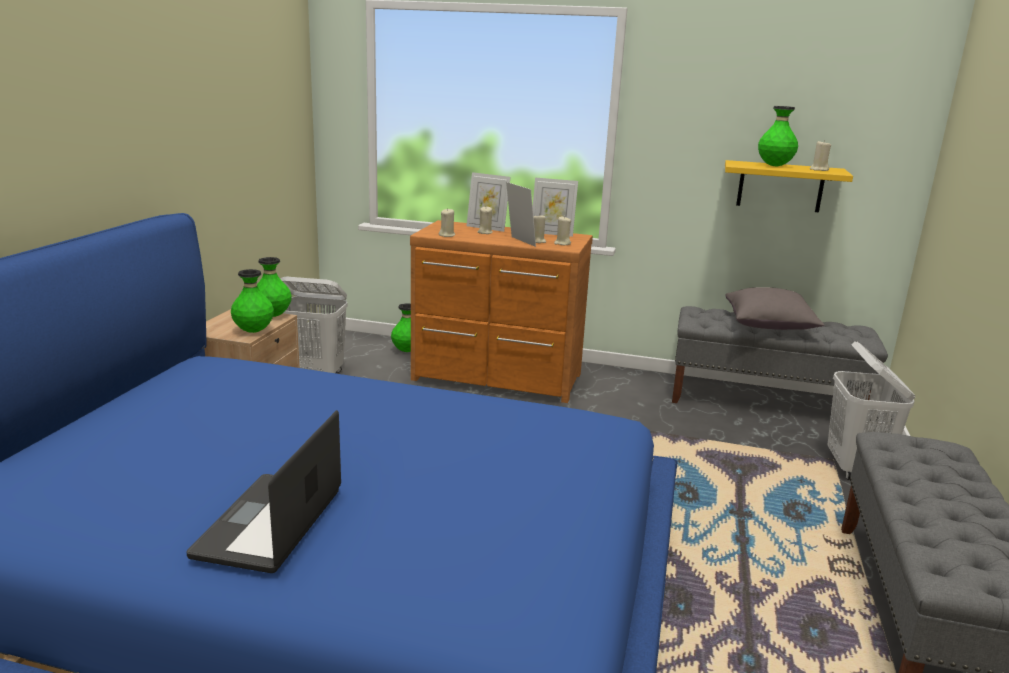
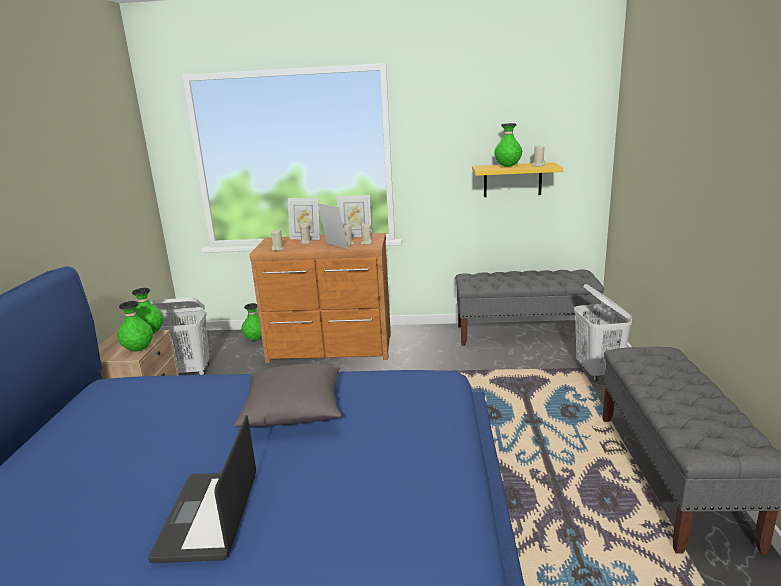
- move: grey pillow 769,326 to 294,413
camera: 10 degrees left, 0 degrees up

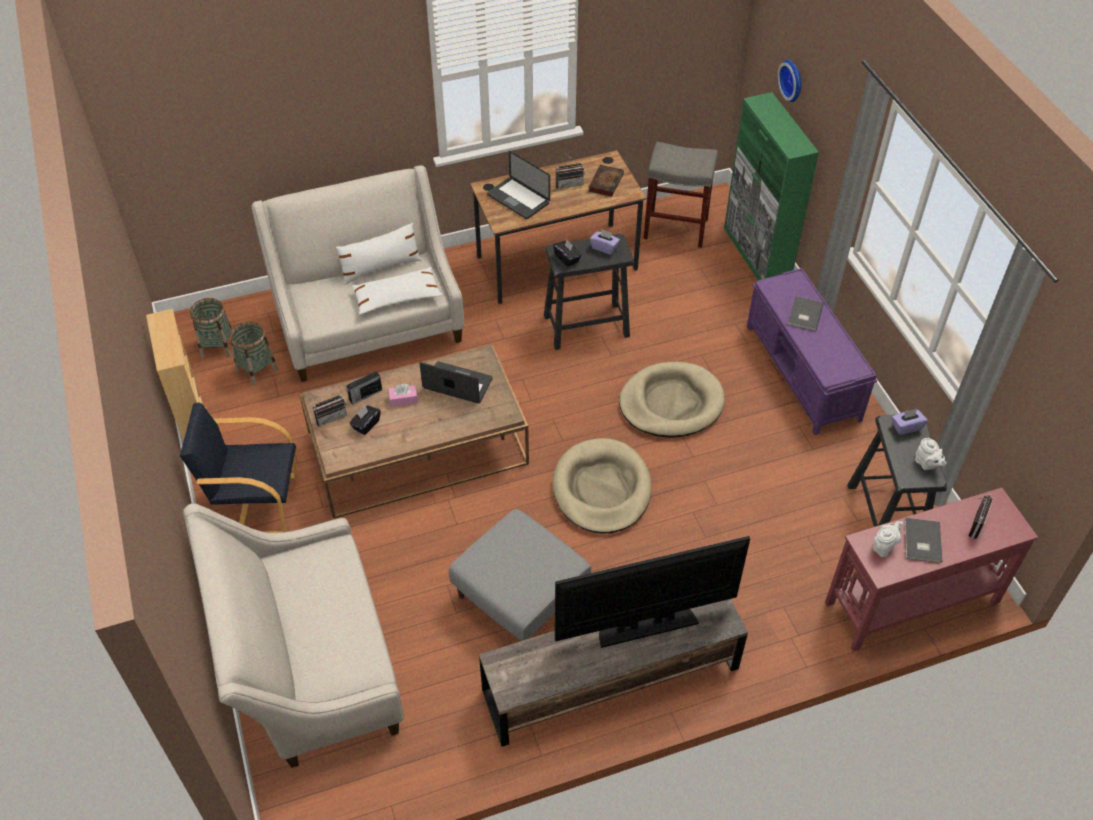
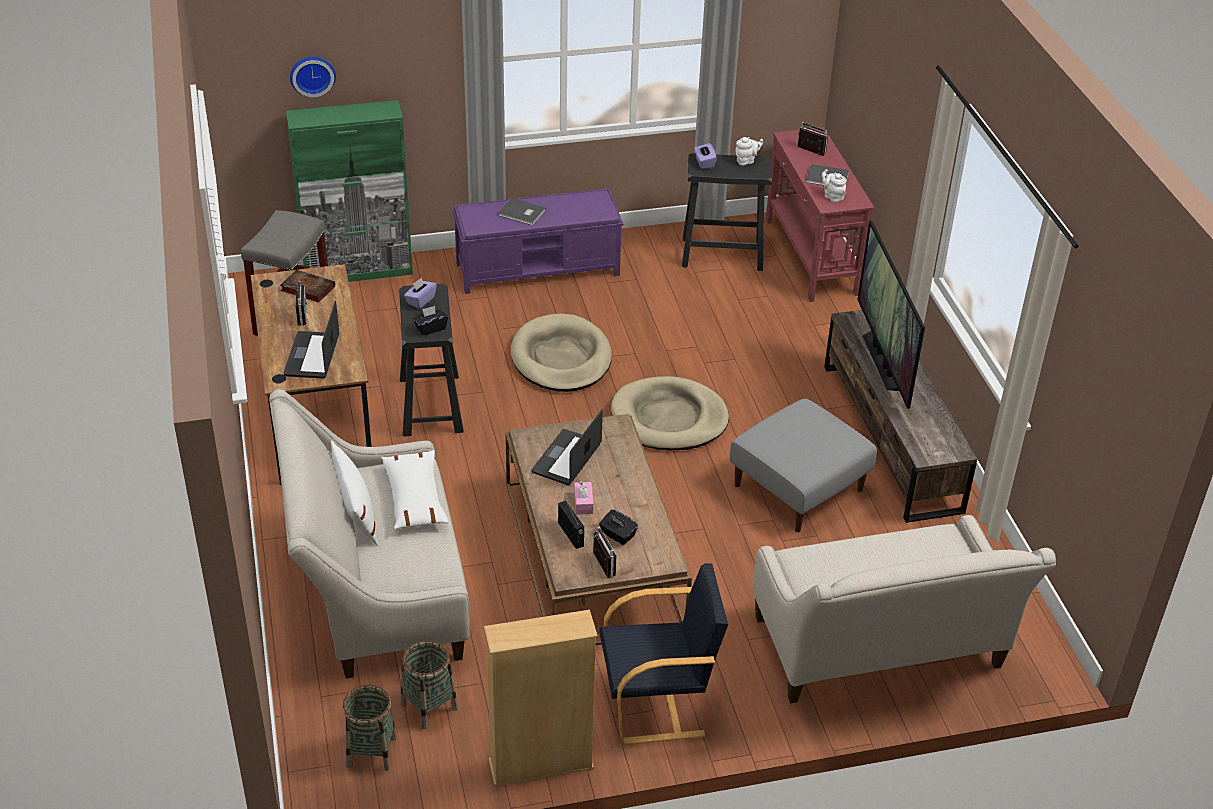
- rotate: black armchair 256,504 = 657,702 105 degrees counterclockwise
- rotate: laptop 518,199 = 312,356 135 degrees clockwise
camera: 85 degrees left, 10 degrees down

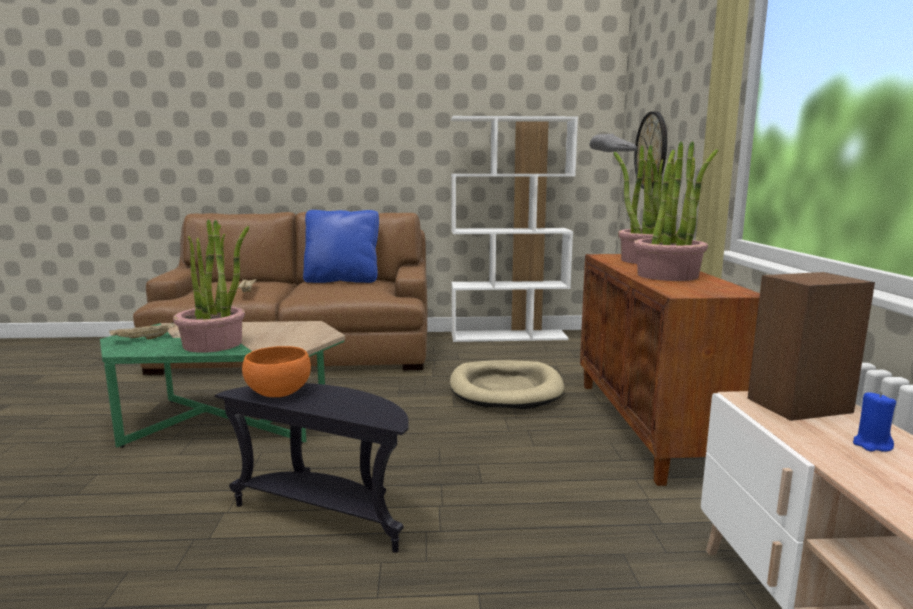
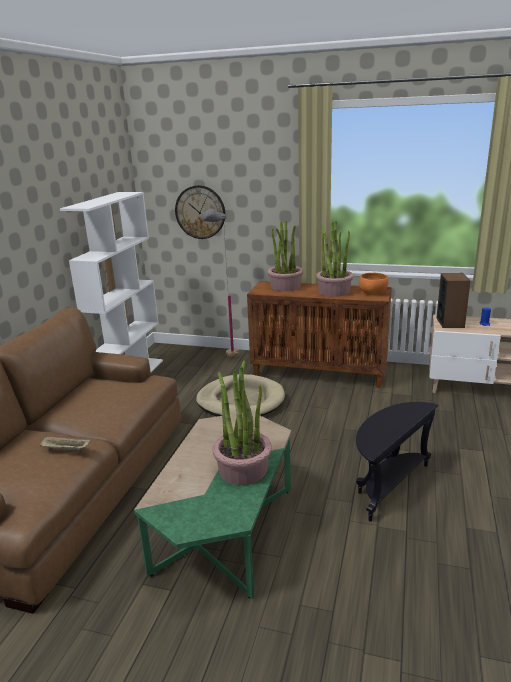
- delete: beige tray 143,339
- move: orange bowl 278,392 to 372,293
- delete: blue pillow 342,280
camera: 70 degrees left, 10 degrees up

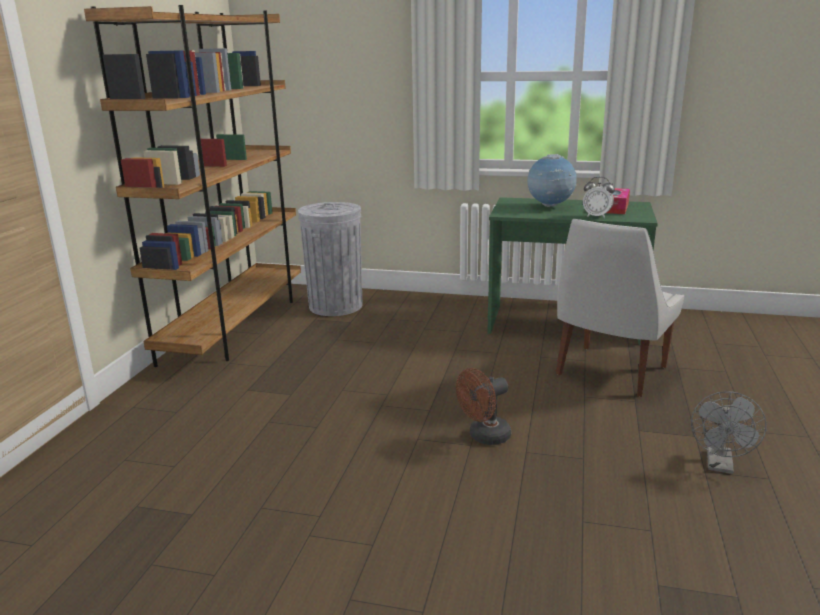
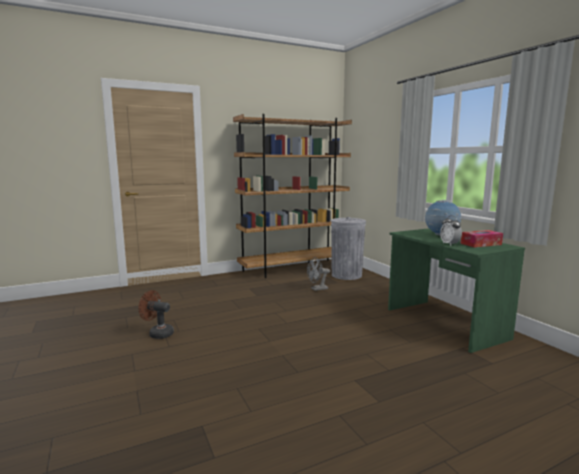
- move: brown fan 484,437 to 158,333
- delete: white chair 609,372
- move: grey fan 720,465 to 317,289
camera: 50 degrees right, 10 degrees down

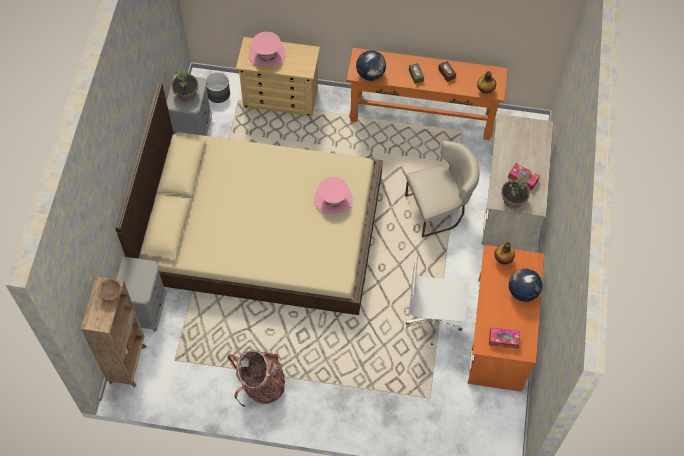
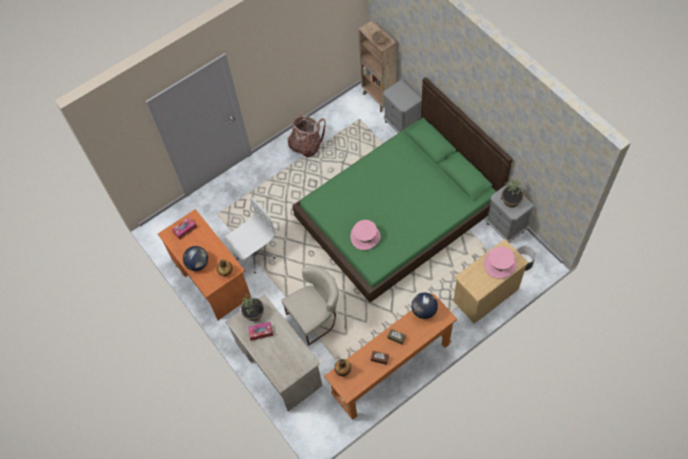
- recolor: beige bed 260,229 to green bed 398,212
- rotate: beige chair 439,209 = 315,317 150 degrees counterclockwise
camera: 140 degrees right, 0 degrees up

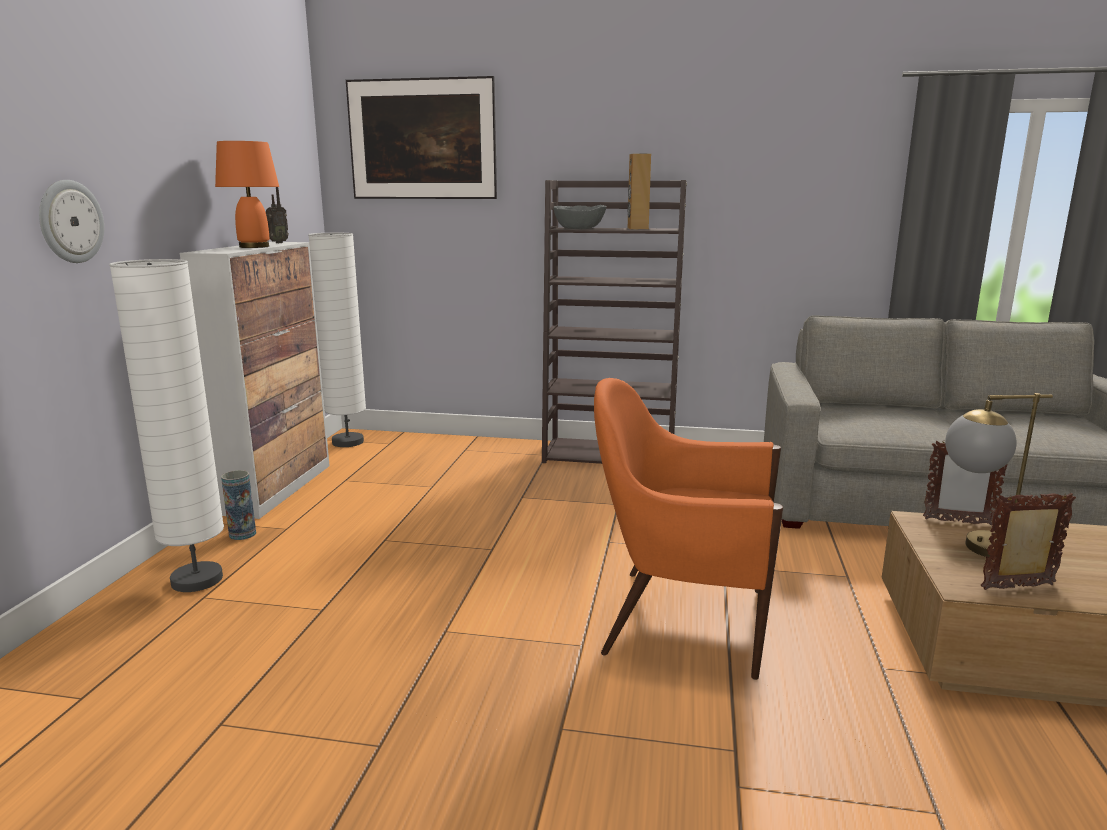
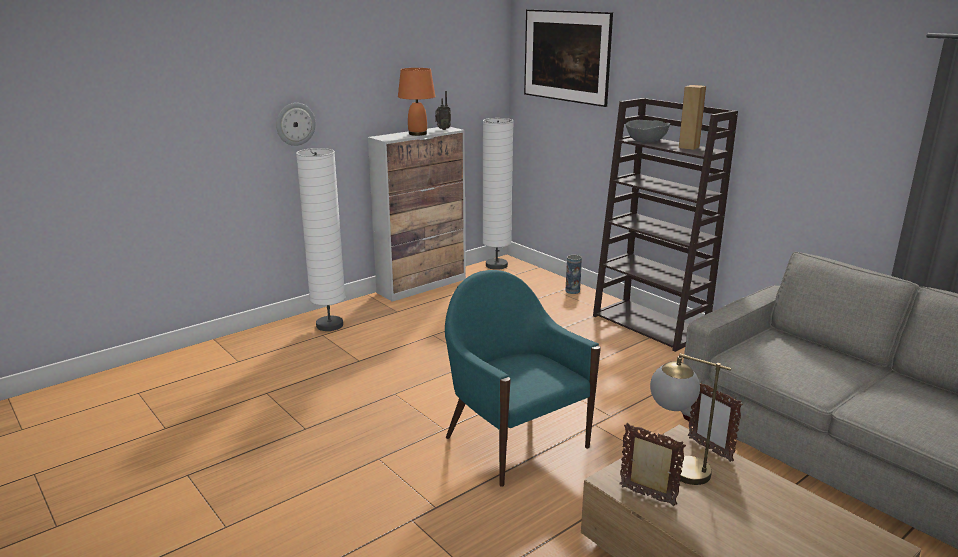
- move: vase 242,534 to 572,291
- recolor: orange armchair 681,620 to turquoise armchair 515,441
camera: 40 degrees right, 5 degrees up

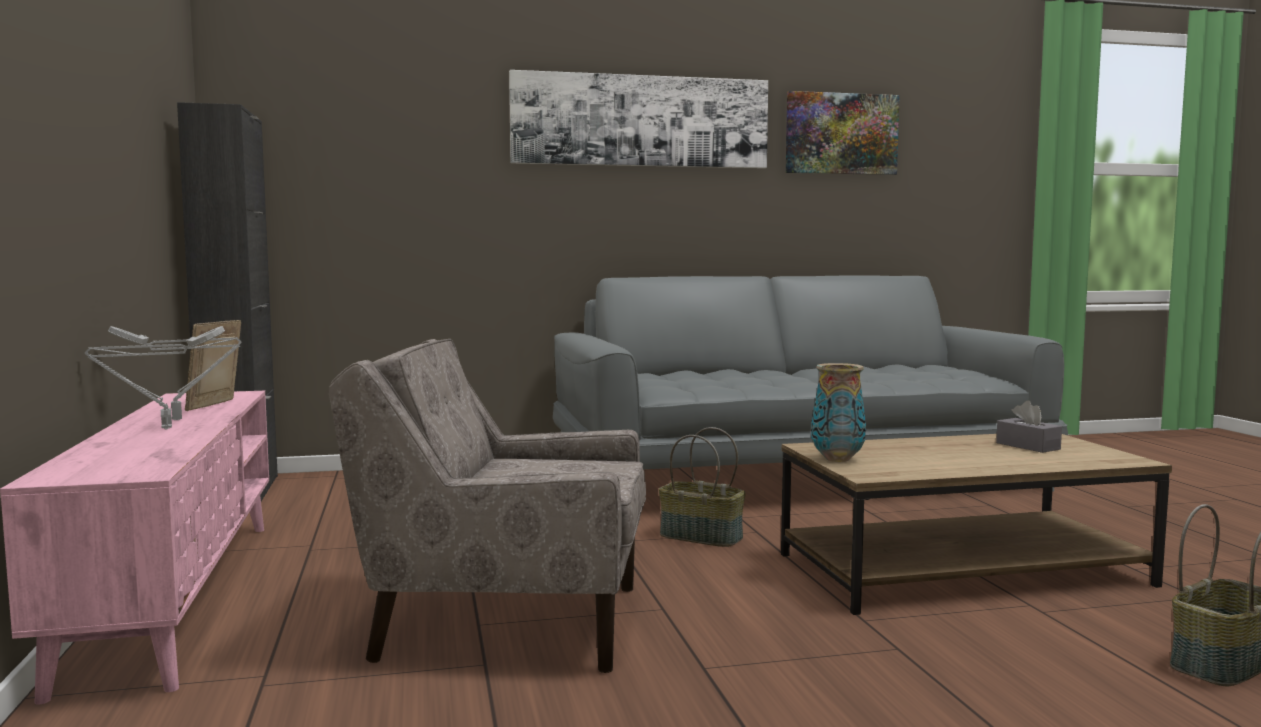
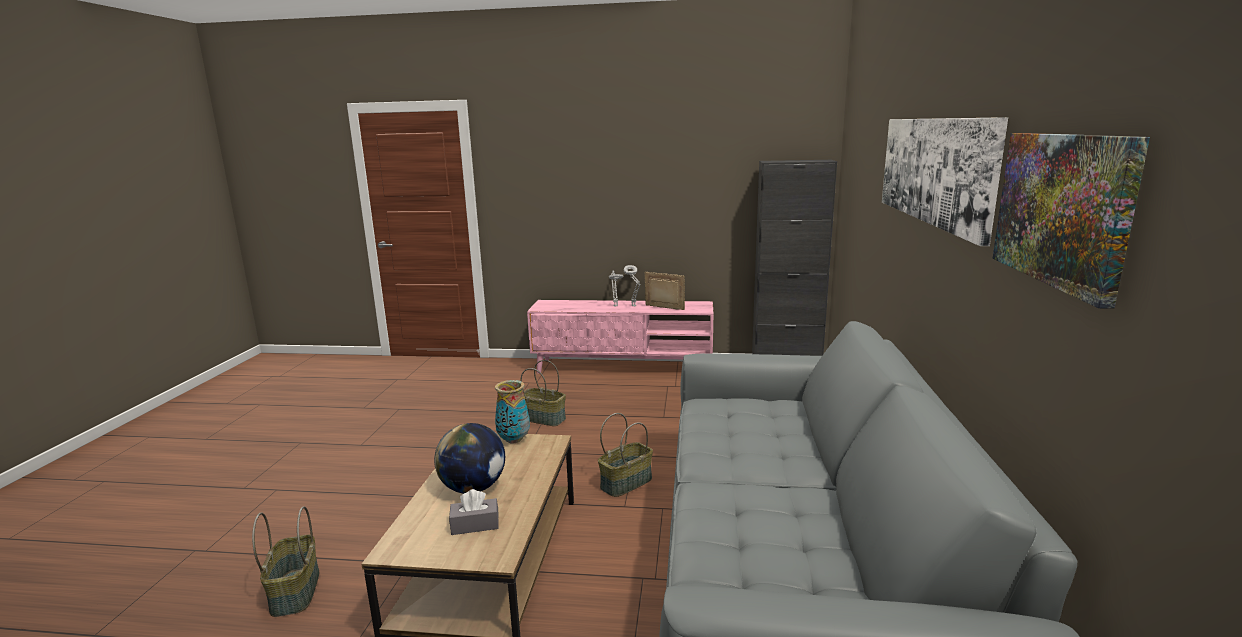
- replace: beige armchair 508,621 to basket 544,418
- insert: globe 473,488
camera: 110 degrees right, 10 degrees up

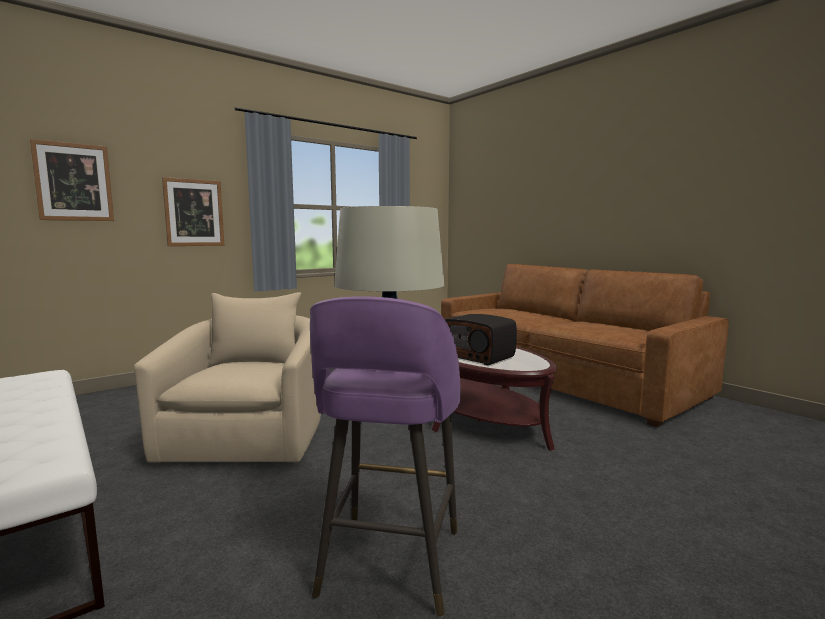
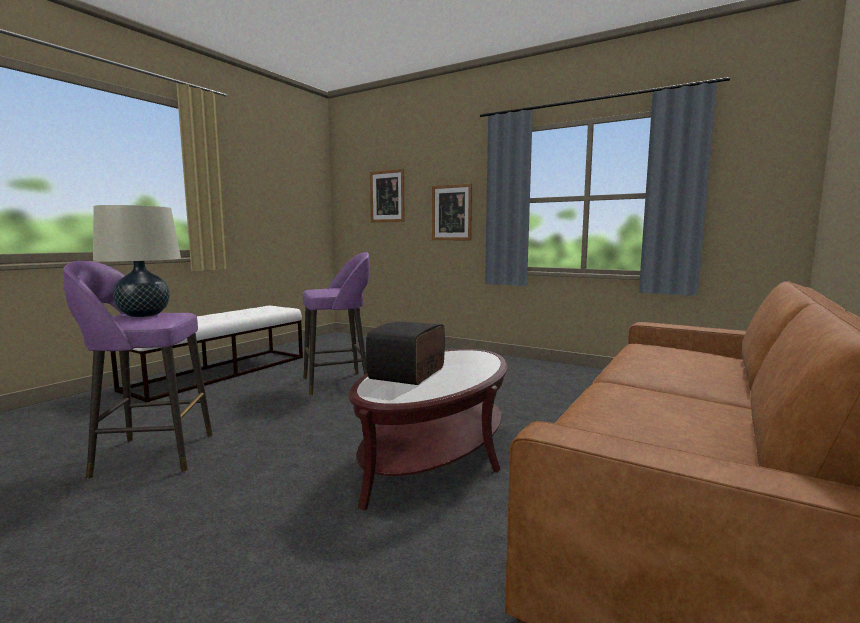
- replace: beige armchair 250,435 to purple stool 338,383
camera: 70 degrees right, 0 degrees up

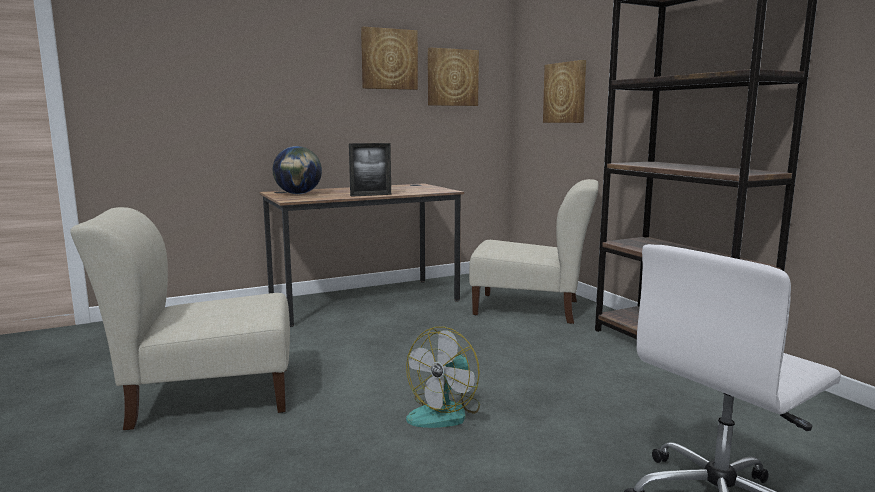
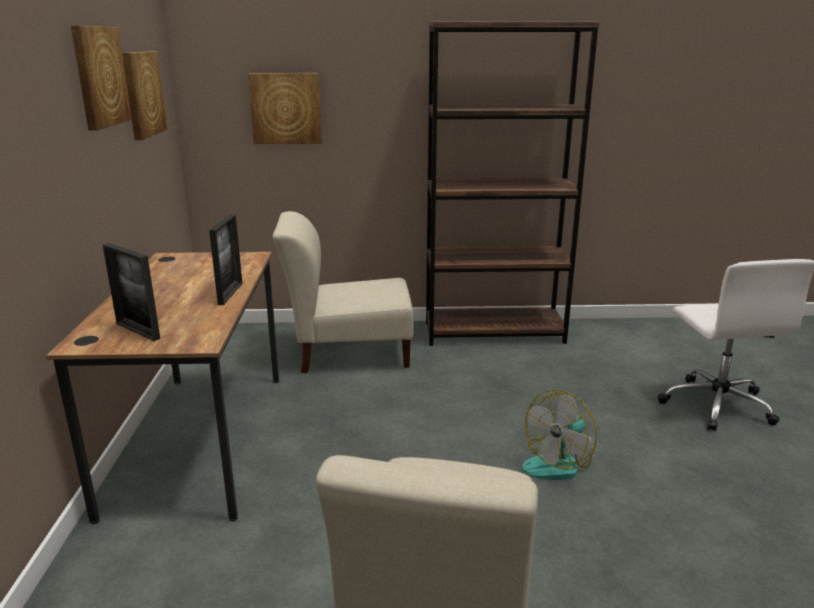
- replace: globe 298,194 to picture frame 137,331
- rotate: fan 445,412 = 558,463 75 degrees clockwise
- rotate: beige chair 532,309 = 348,353 135 degrees counterclockwise
camera: 65 degrees left, 10 degrees up

